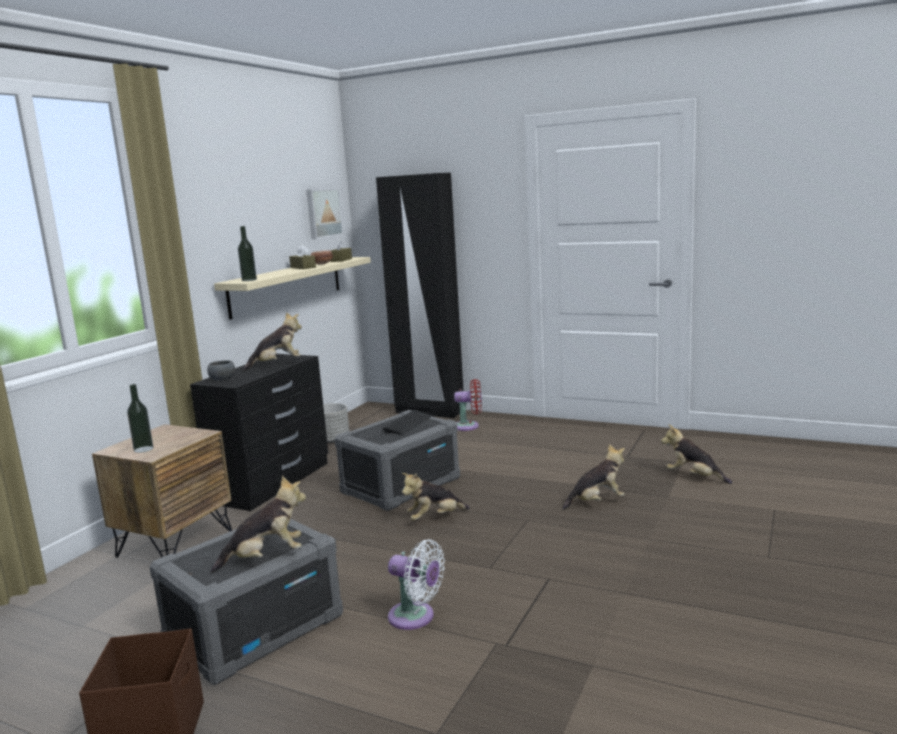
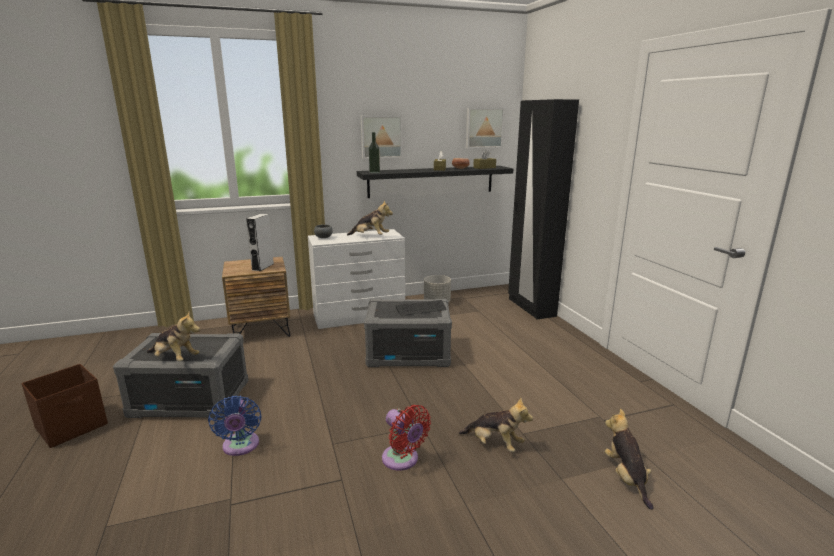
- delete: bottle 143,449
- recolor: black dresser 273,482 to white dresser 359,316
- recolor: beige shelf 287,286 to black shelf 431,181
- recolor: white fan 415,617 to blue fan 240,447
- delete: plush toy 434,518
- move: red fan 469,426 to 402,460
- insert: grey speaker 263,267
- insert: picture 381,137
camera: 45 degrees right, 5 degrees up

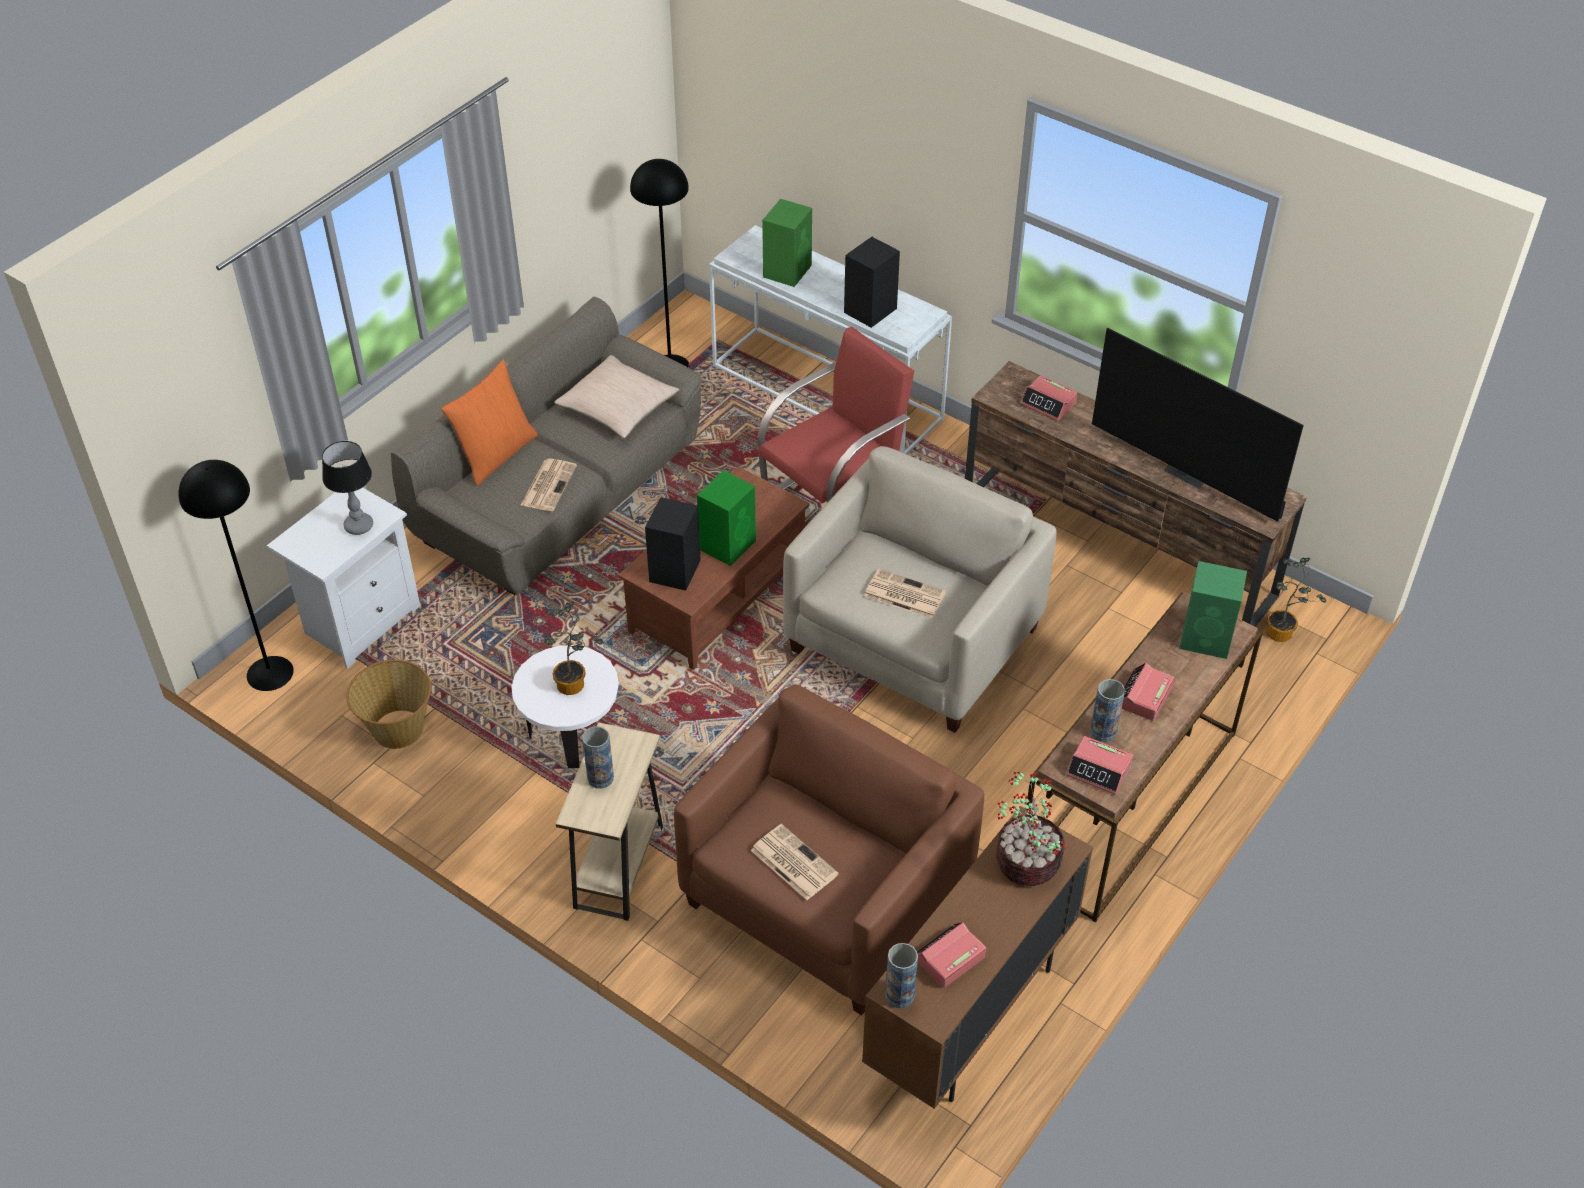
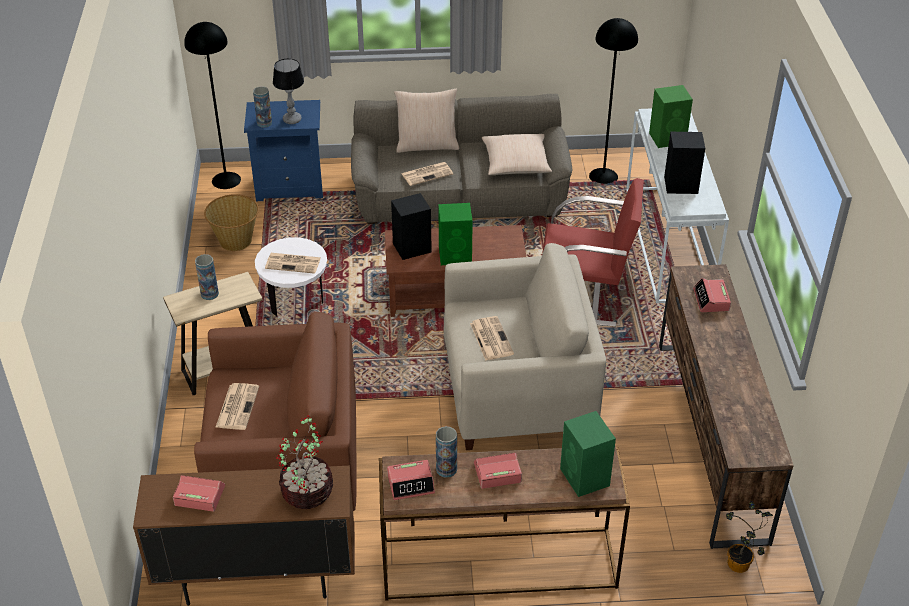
- recolor: white nightstand 360,621 to blue nightstand 290,186
- recolor: orange pillow 495,454 to beige pillow 427,145
- replace: potted plant 575,685 to newspaper 294,263
- move: vase 899,995 to 264,123
- rotate: alarm clock 1099,770 = 411,484 90 degrees counterclockwise
- delete: television 1189,472
camera: 50 degrees right, 5 degrees down

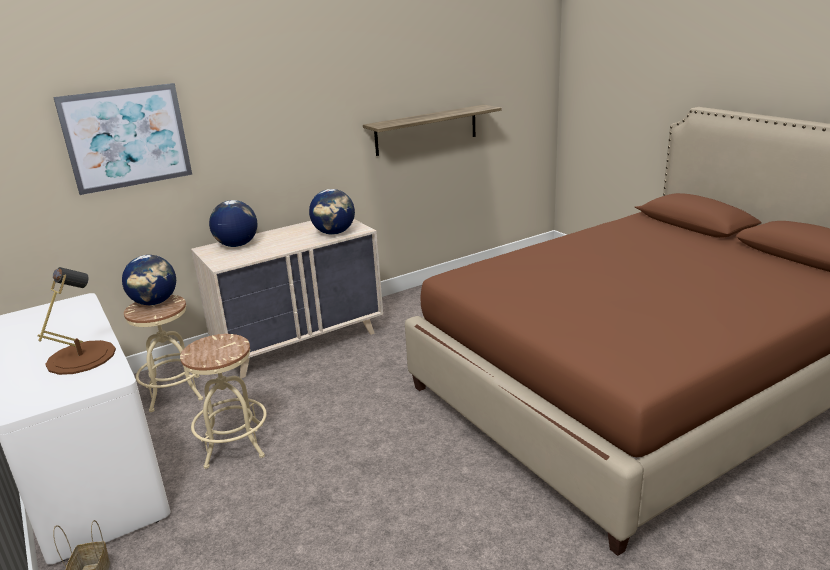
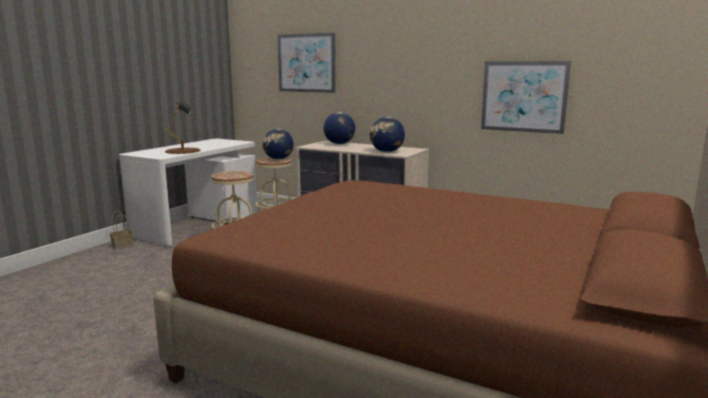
- replace: shelf 426,130 to picture 524,96
camera: 60 degrees right, 10 degrees down

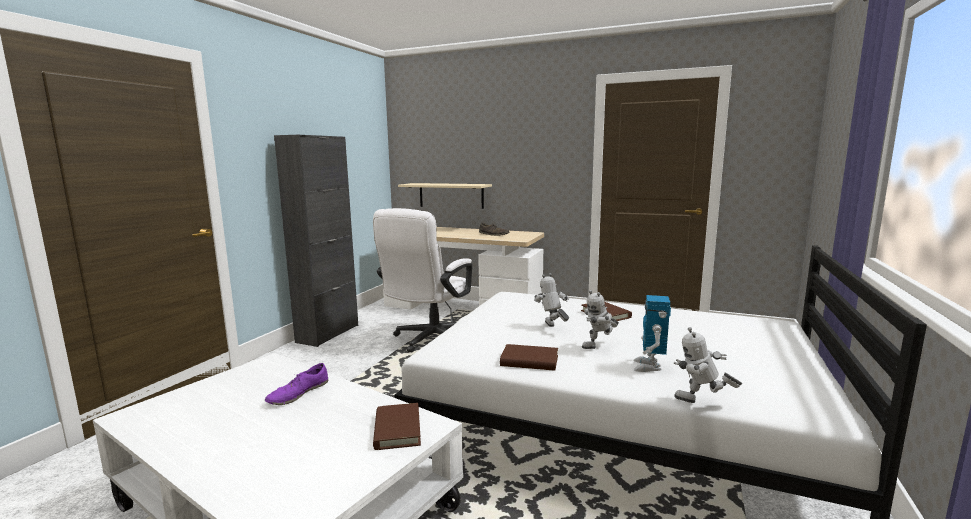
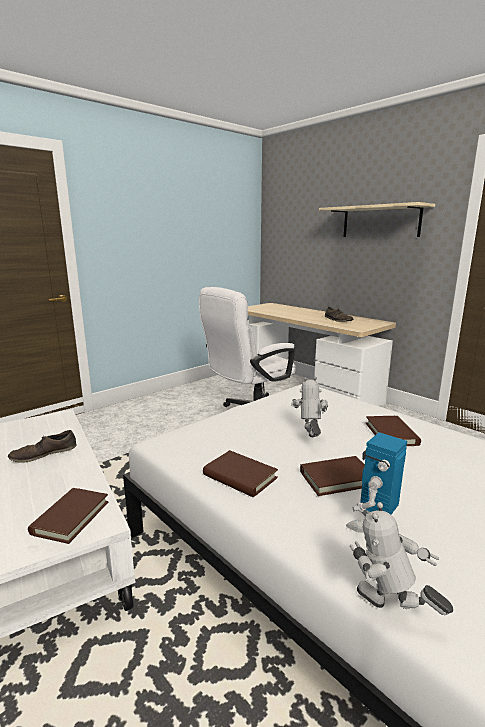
- recolor: purple shoe 298,393 to brown shoe 44,454
- delete: black cabinet 328,333
- move: beige shelf 451,195 to 380,221
- replace: toy robot 599,347 to brown book 337,478
camera: 25 degrees right, 5 degrees up

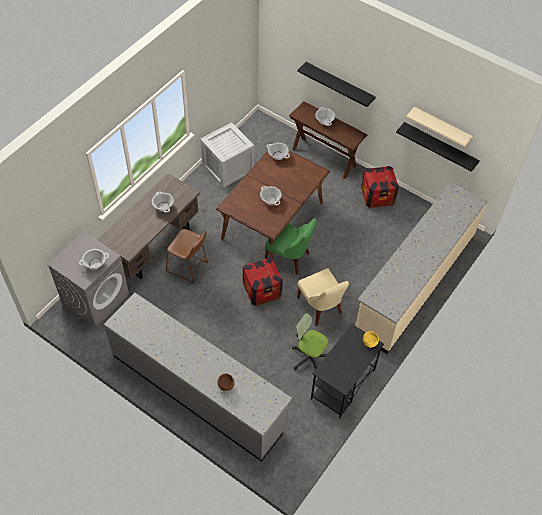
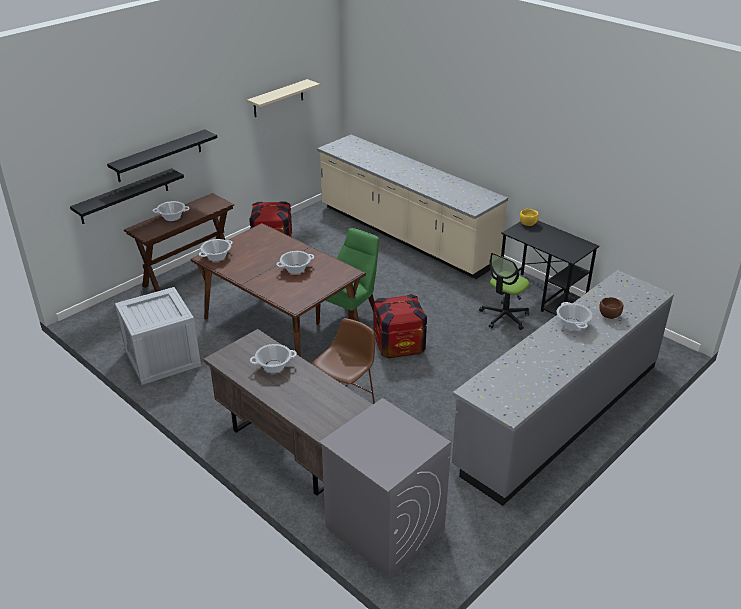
- move: cooking pot 95,263 to 572,324
- delete: beige chair 321,307
- move: black shelf 439,146 to 124,196
camera: 80 degrees left, 20 degrees down

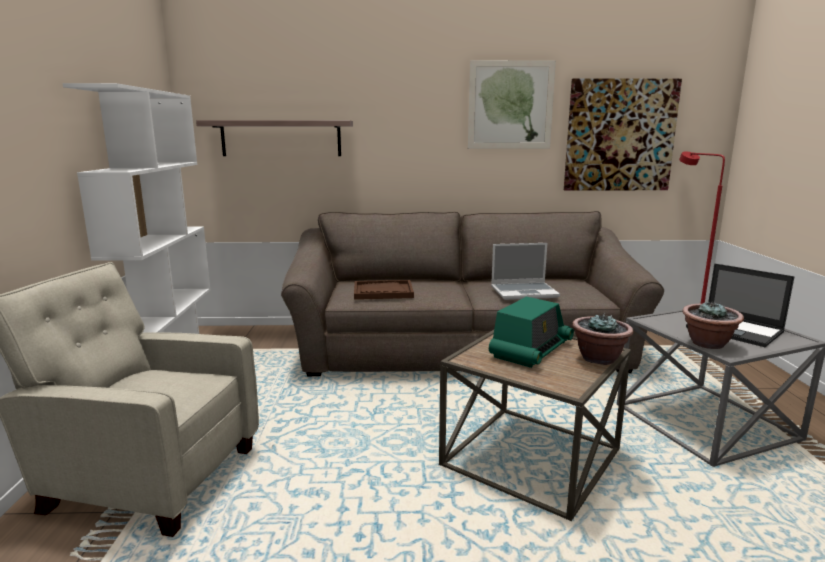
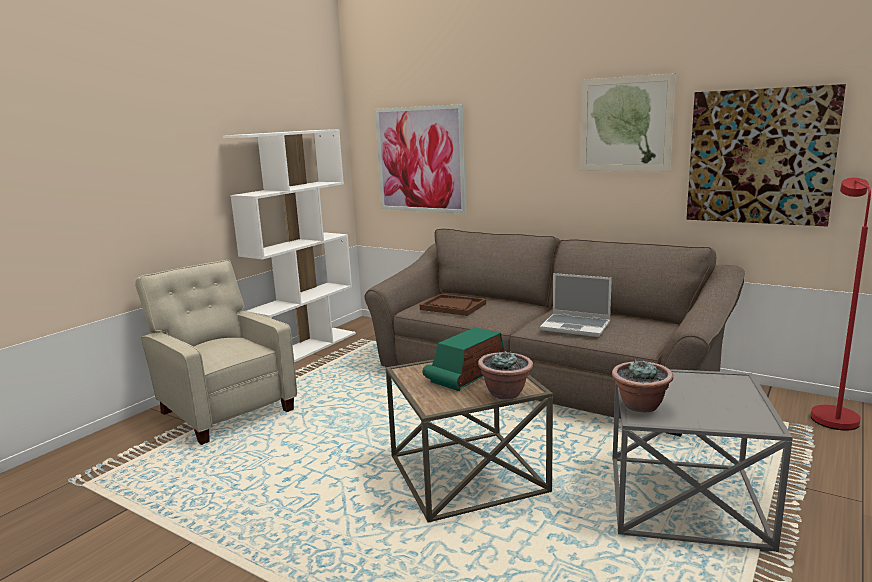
- replace: shelf 281,138 to picture 420,159
- rotate: radio 530,350 = 467,374 150 degrees clockwise
- delete: laptop 735,330
camera: 35 degrees right, 0 degrees up

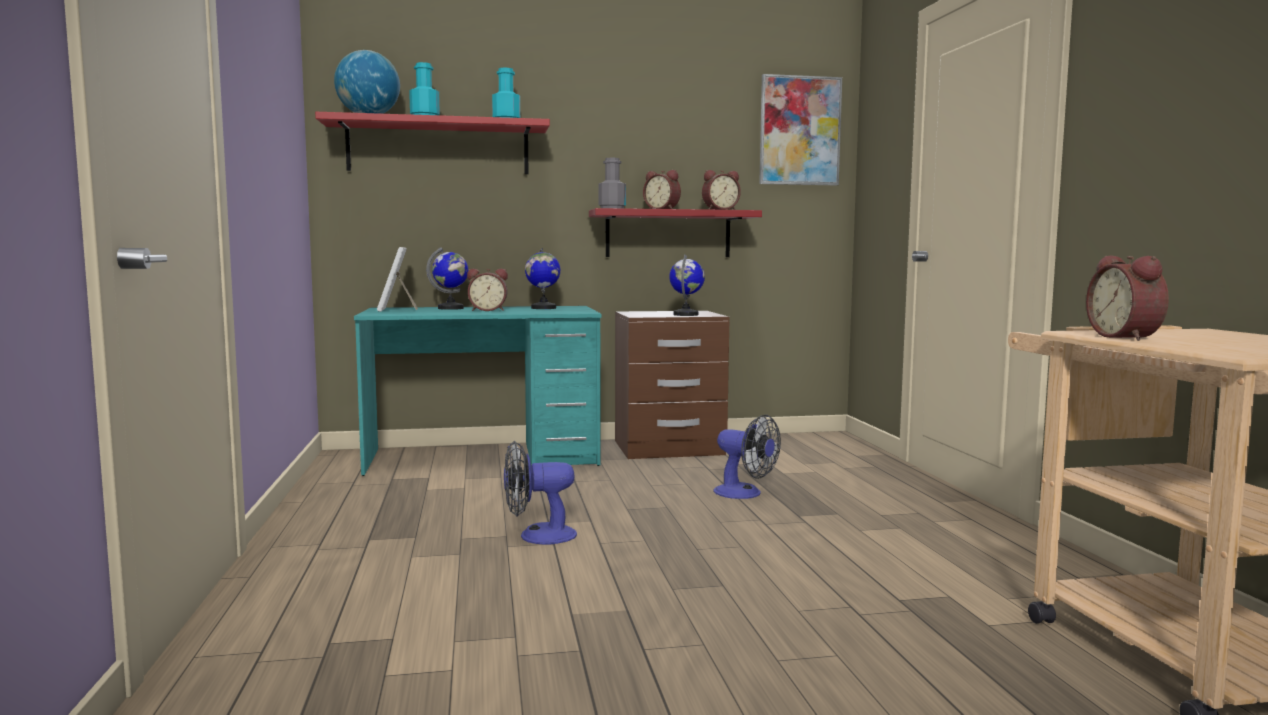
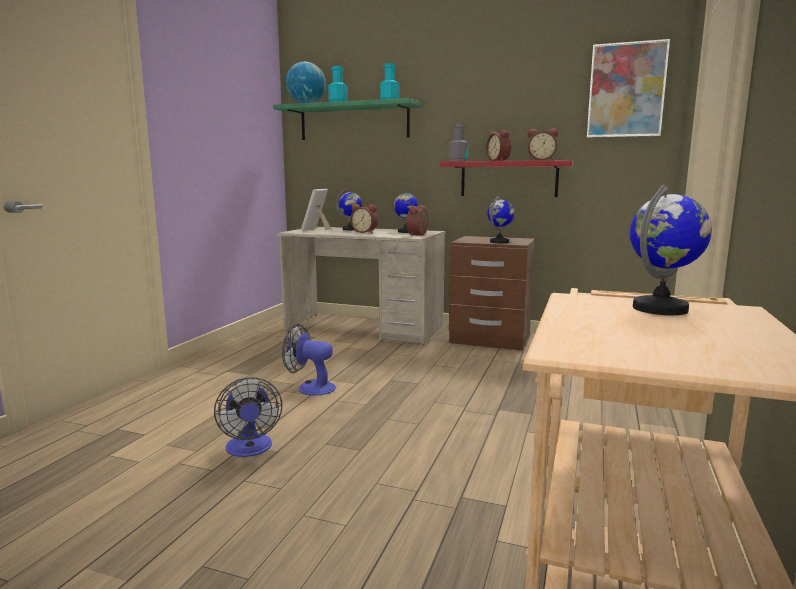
- recolor: red shelf 438,148 to green shelf 354,122
- recolor: turquoise desk 484,458 to beige desk 364,328
- move: fan 745,494 to 250,449
- move: alarm clock 1127,337 to 419,235
- insert: globe 660,309
camera: 30 degrees right, 5 degrees up

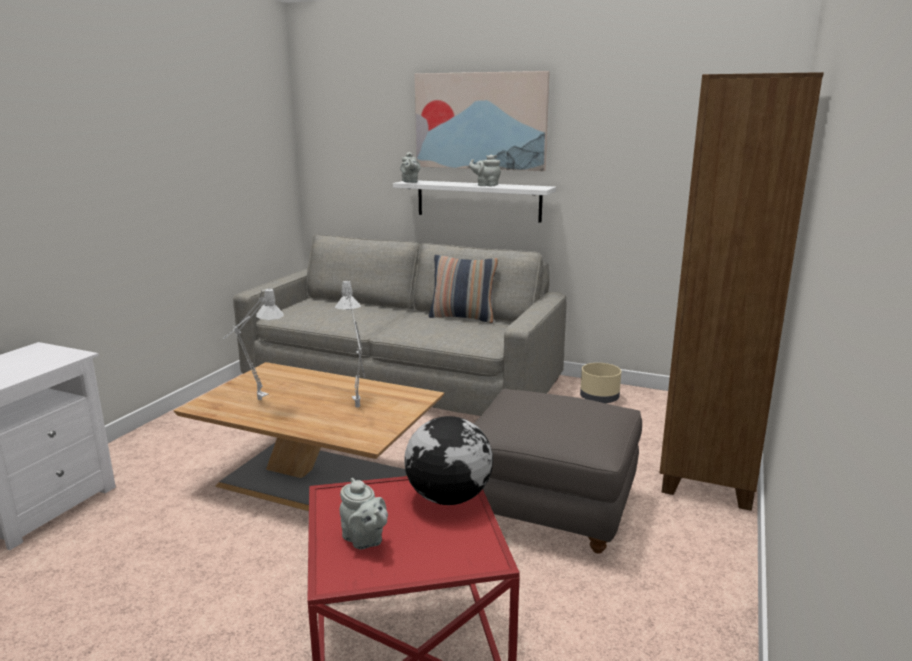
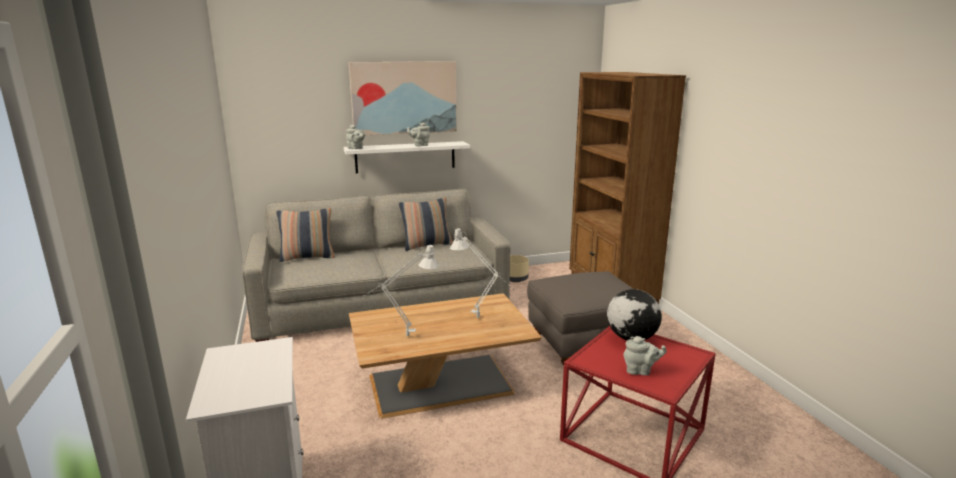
- insert: pillow 307,257
camera: 40 degrees left, 0 degrees up

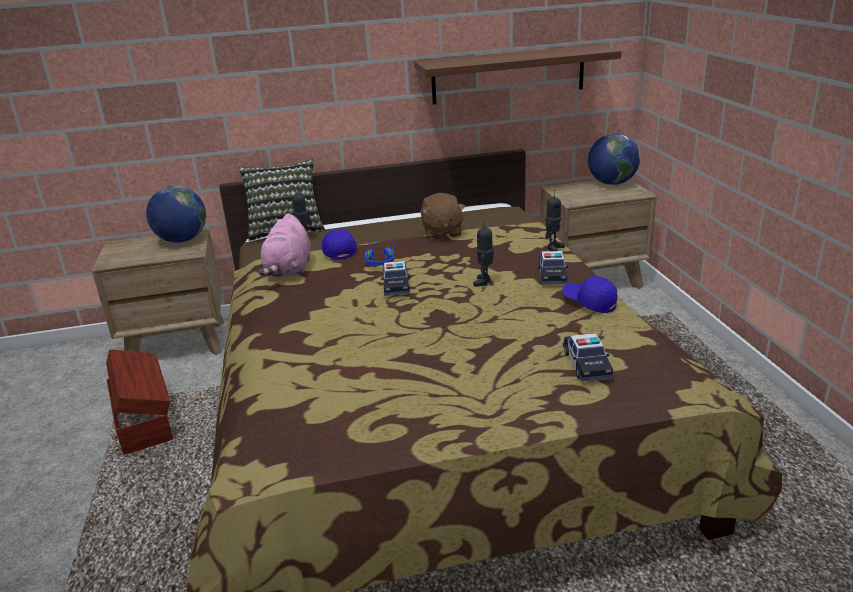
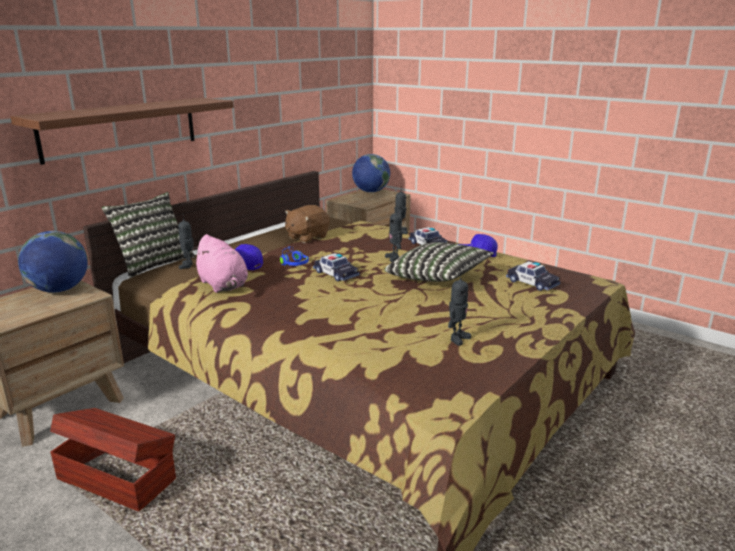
- move: shelf 508,74 to 121,128
- rotate: brown plush toy 442,232 = 307,237 90 degrees clockwise
- insert: pillow 438,278
- insert: toy robot 457,338
camera: 40 degrees left, 5 degrees down

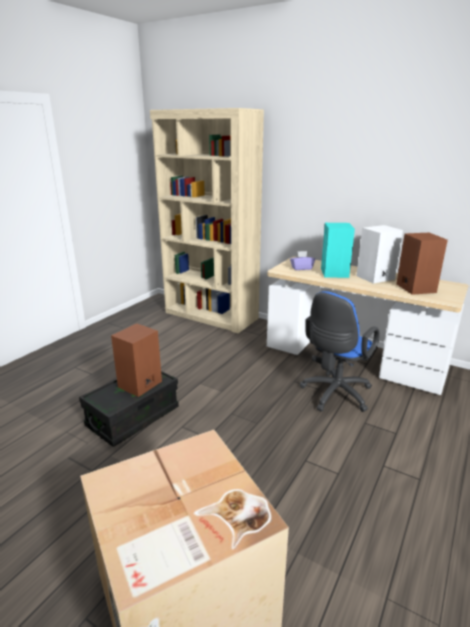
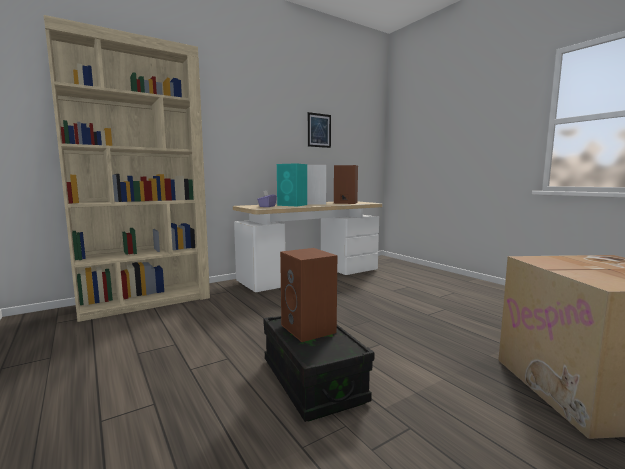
- delete: blue office chair 334,395
- insert: picture 319,130
camera: 65 degrees left, 15 degrees down

